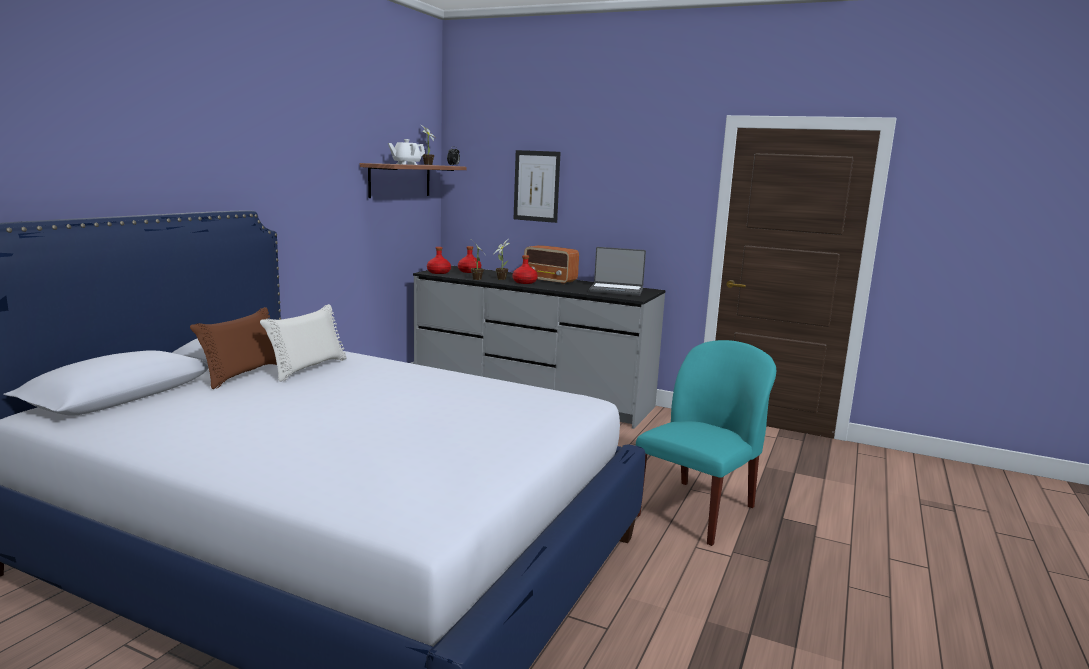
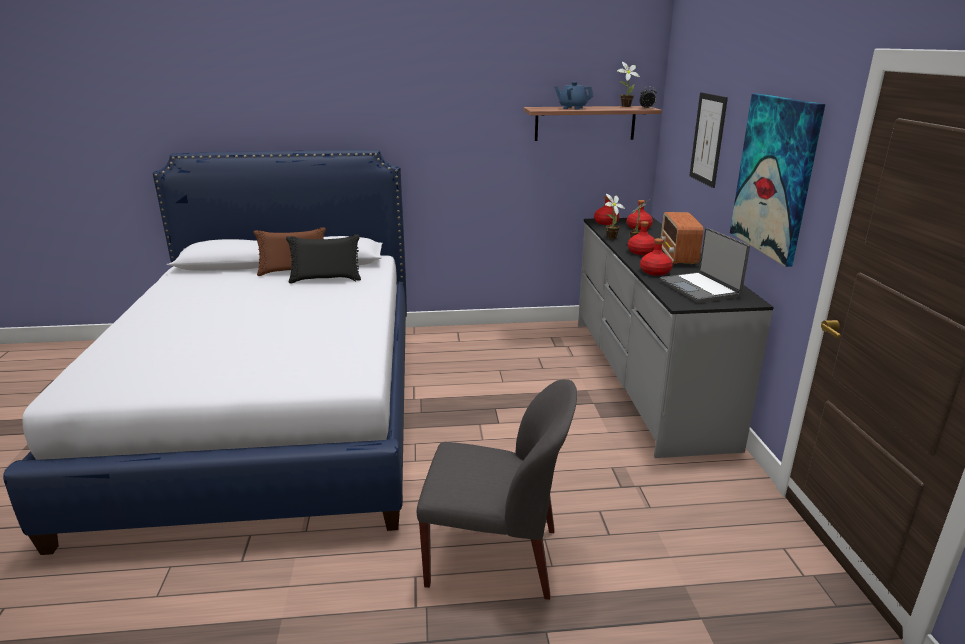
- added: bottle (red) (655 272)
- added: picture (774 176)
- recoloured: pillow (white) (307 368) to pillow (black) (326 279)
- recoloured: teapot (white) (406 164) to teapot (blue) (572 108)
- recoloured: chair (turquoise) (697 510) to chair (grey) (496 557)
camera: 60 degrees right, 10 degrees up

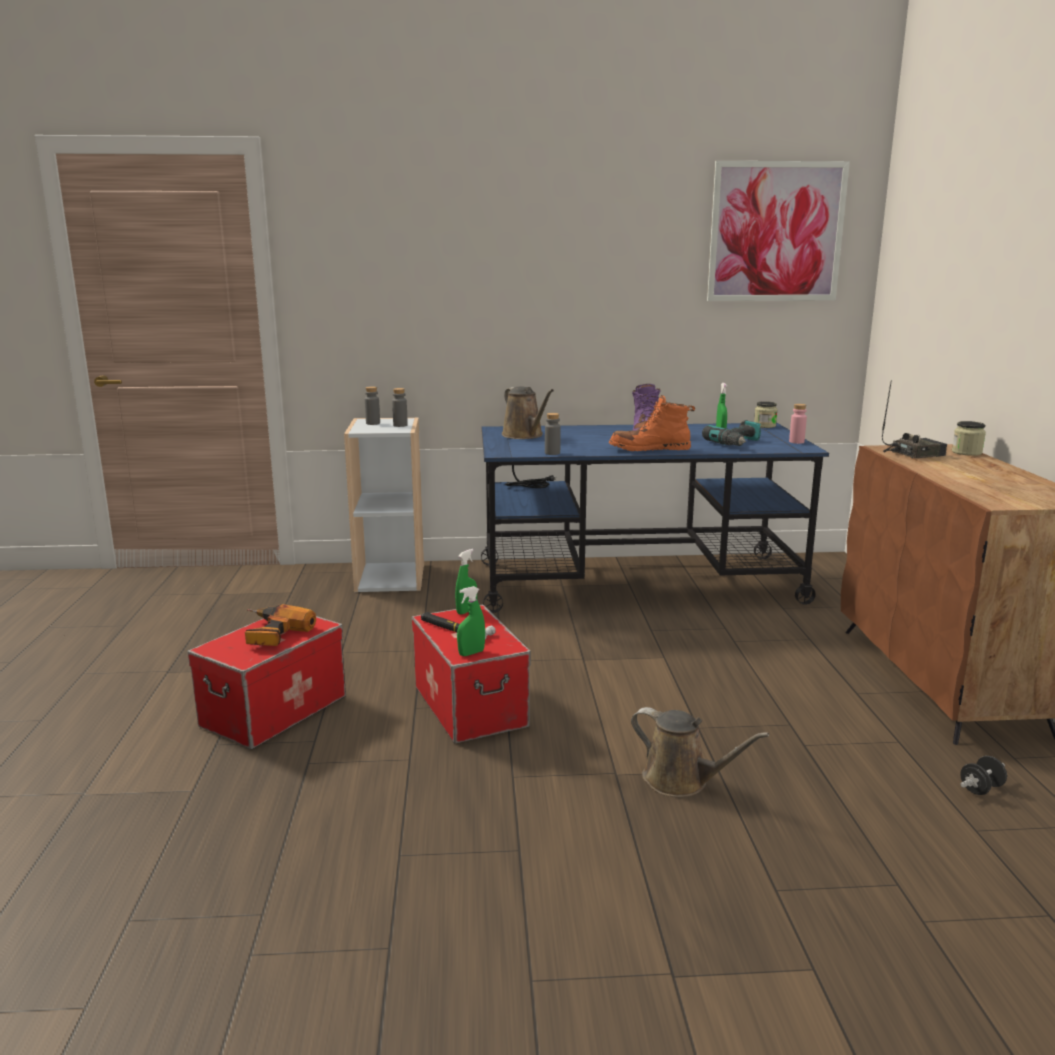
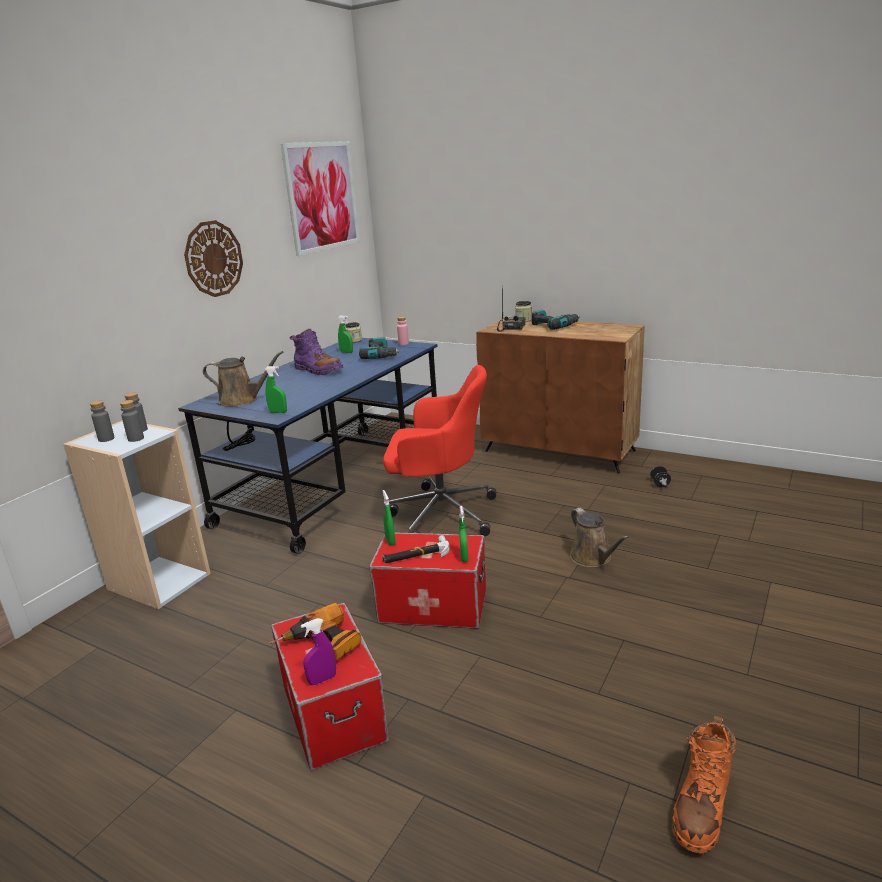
- added: wall clock (213 259)
- added: spray bottle (green) (278 412)
- added: spray bottle (purple) (322 680)
- added: office chair (red) (440 514)
- added: power drill (554 325)
- moved: bottle (grey) (552 453) to (136 439)
- moved: boot (orange) (649 449) to (701 807)
- turned: watering can (brown) (681 781) = (593 558) 90 degrees clockwise
camera: 55 degrees left, 5 degrees up

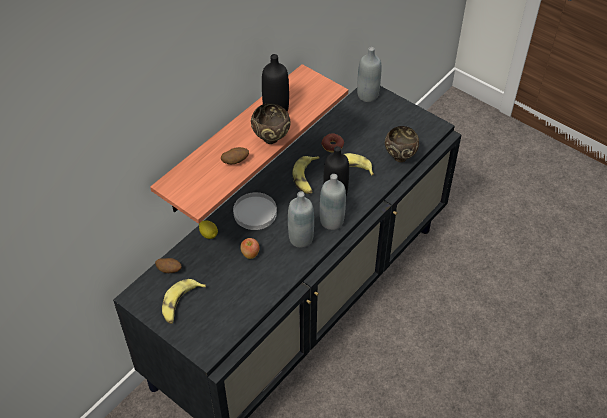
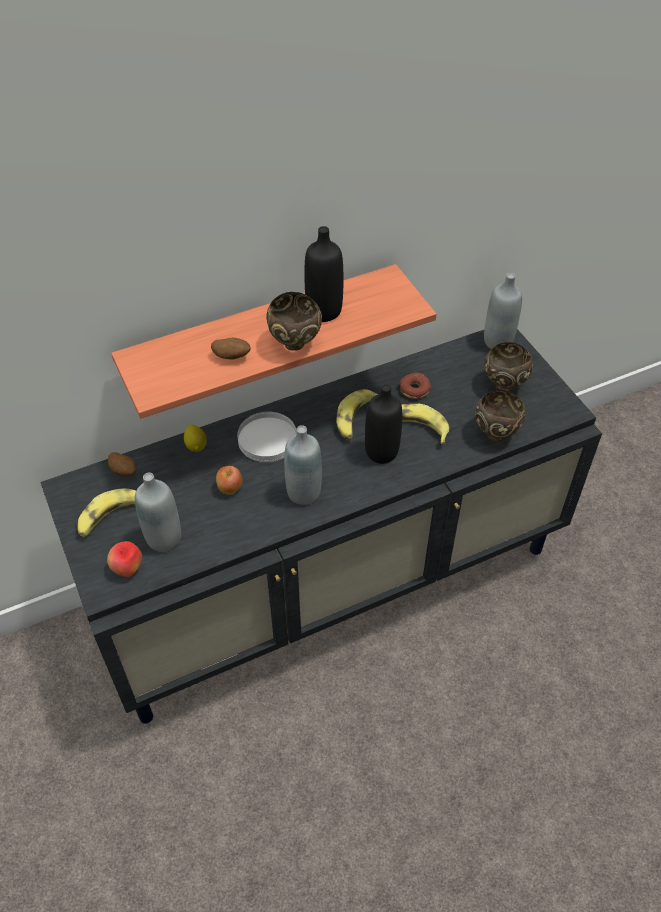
- added: apple (128 569)
- added: bowl (brown) (503 385)
- moved: bottle (grey) (332 221) to (164 538)
camera: 25 degrees right, 0 degrees up

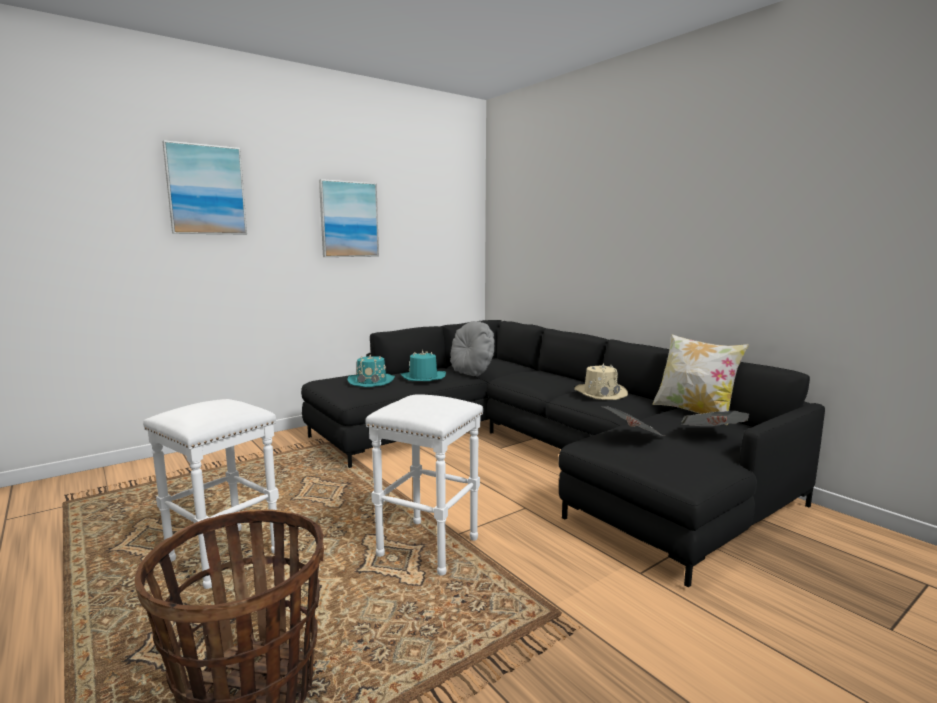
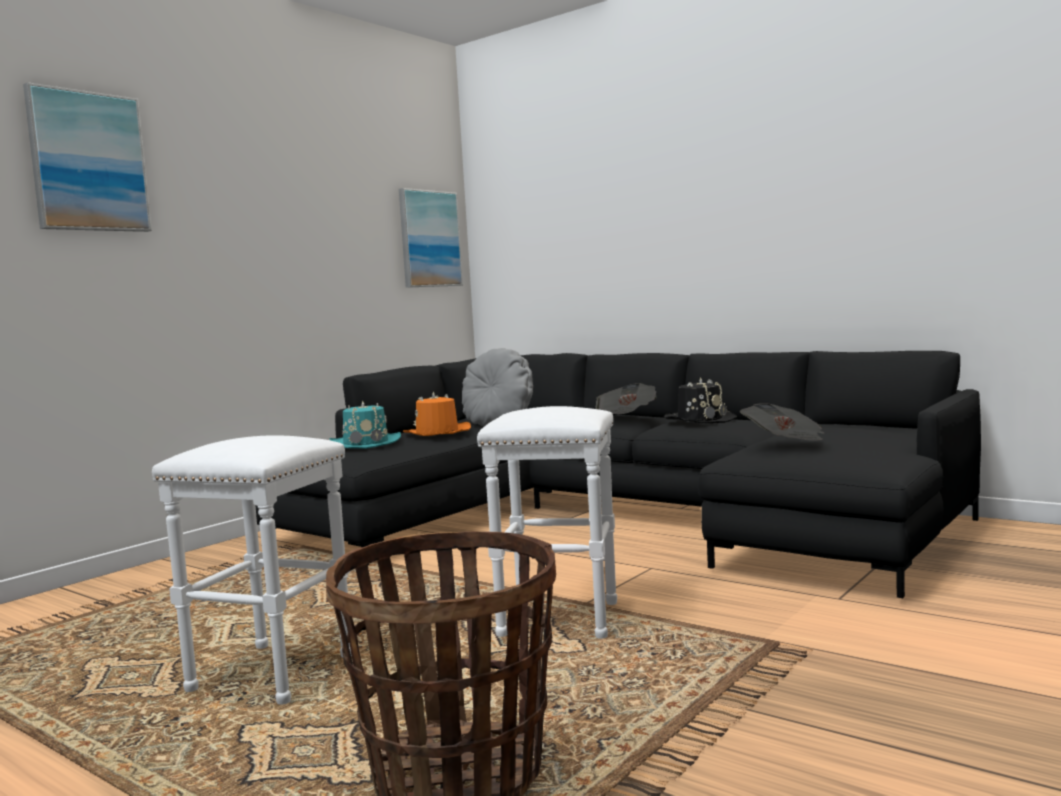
- removed: pillow (694 412)
- moved: picture (349 219) to (429 239)
- moved: newspaper (712 436) to (626 418)
- recoloured: hat (turquoise) (423 377) to hat (orange) (437 433)
- recoloured: hat (beige) (600 393) to hat (black) (699 419)
camera: 15 degrees left, 5 degrees down

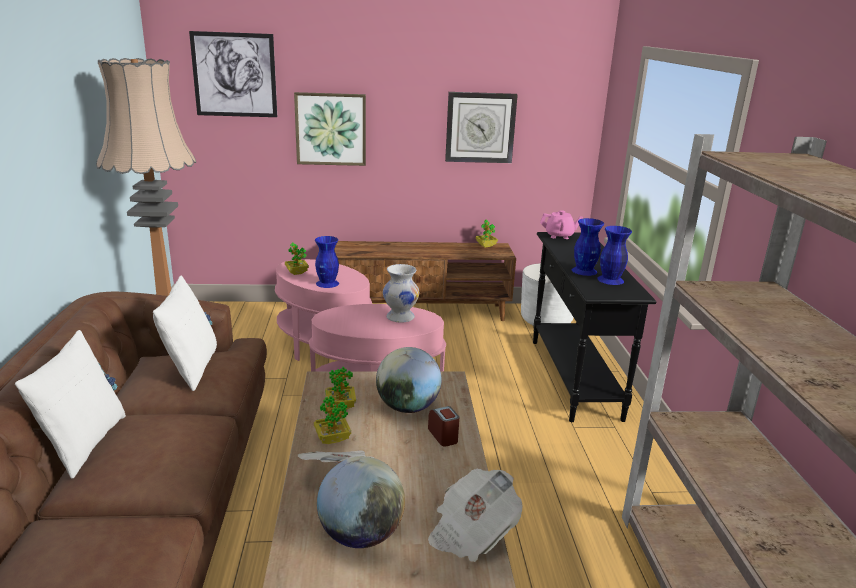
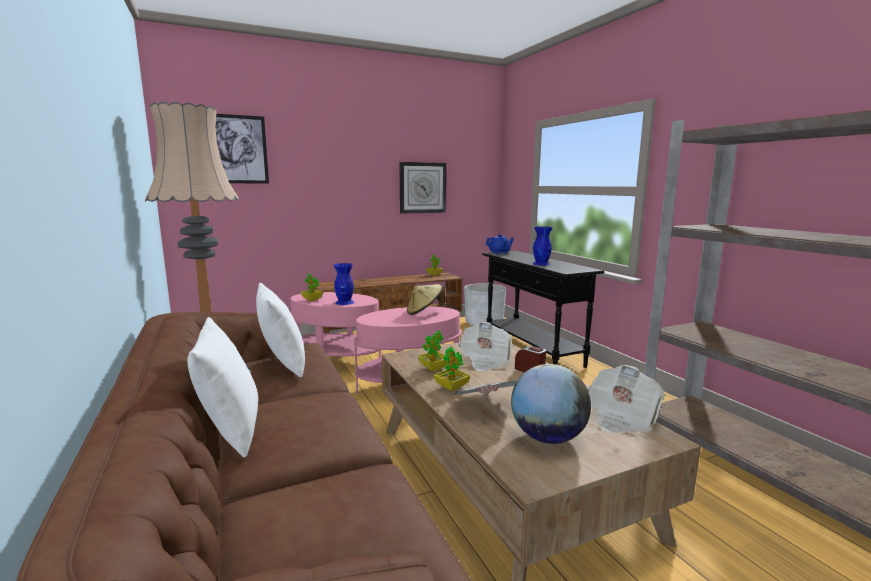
- removed: picture (331 129)
- removed: vase (blue) (610 280)
- replaced: globe (407 407) to newspaper (485 360)
- replaced: vase (white) (400 317) to hat (beige) (424 312)
- recoloured: teapot (pink) (559 236) to teapot (blue) (499 253)
camera: 20 degrees left, 10 degrees down

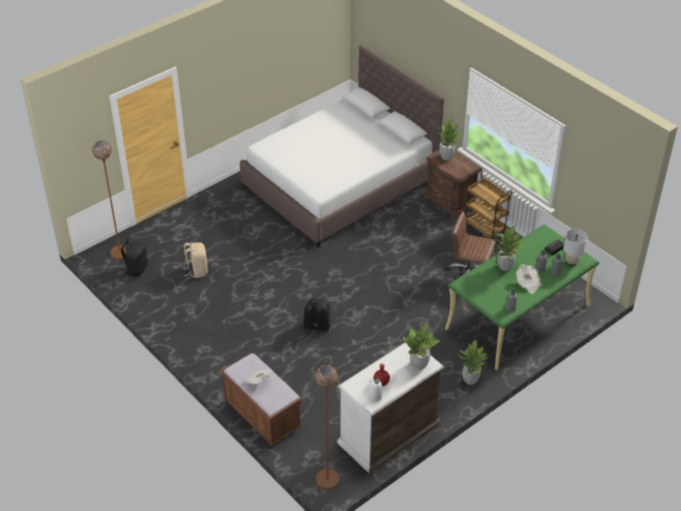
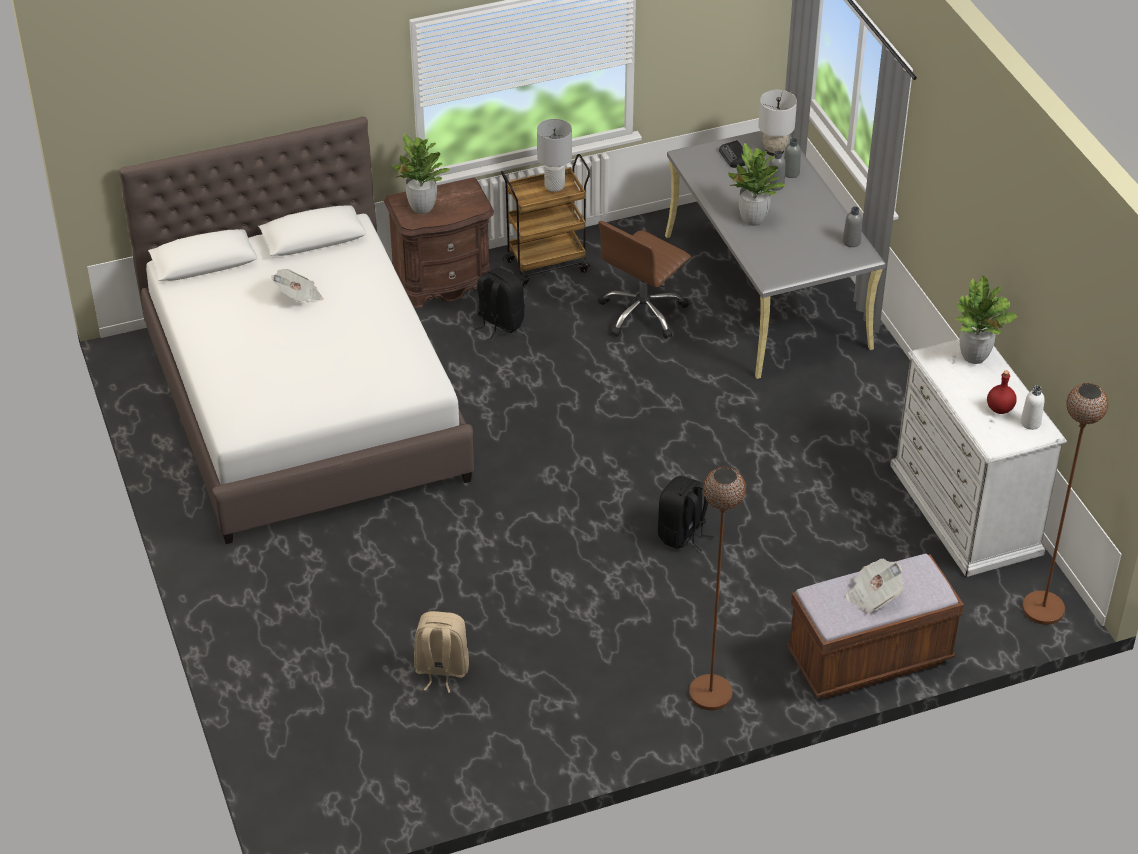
- removed: potted plant (470 380)
- added: table lamp (grey) (554 187)
- moved: floor lamp (brown) (120 253) to (710 694)
- moved: backpack (black) (136 269) to (499 323)
- moved: newspaper (528 284) to (299 296)
- recoloured: desk (green) (517 317) to desk (grey) (767 291)
camera: 70 degrees left, 0 degrees up

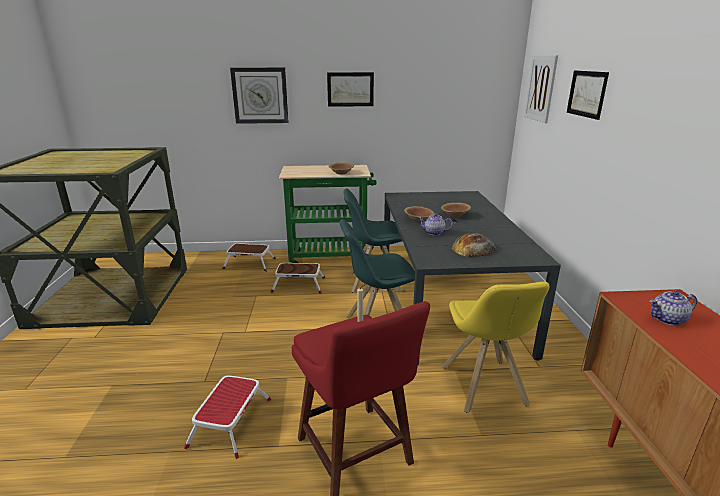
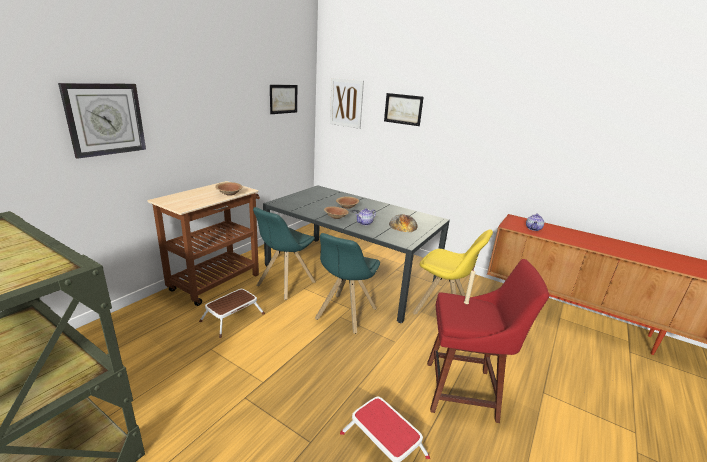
- removed: step ladder (brown) (249 263)
- moved: picture (350 89) to (283 99)
- recoloured: cart (green) (330 258) to cart (brown) (216 282)
camera: 55 degrees left, 0 degrees up

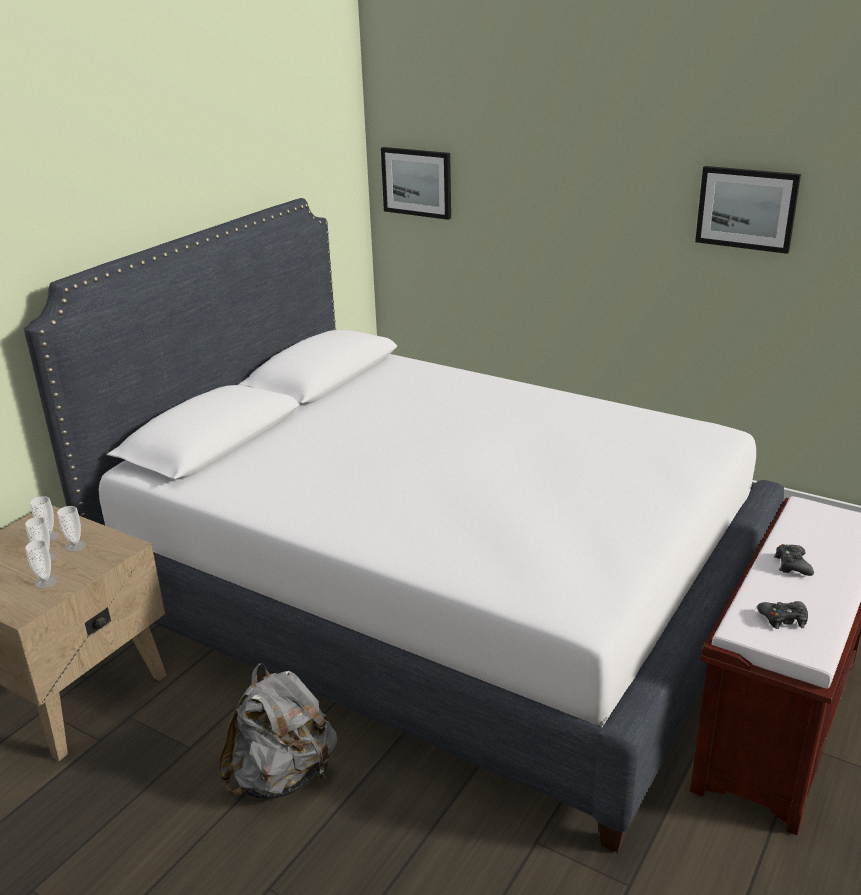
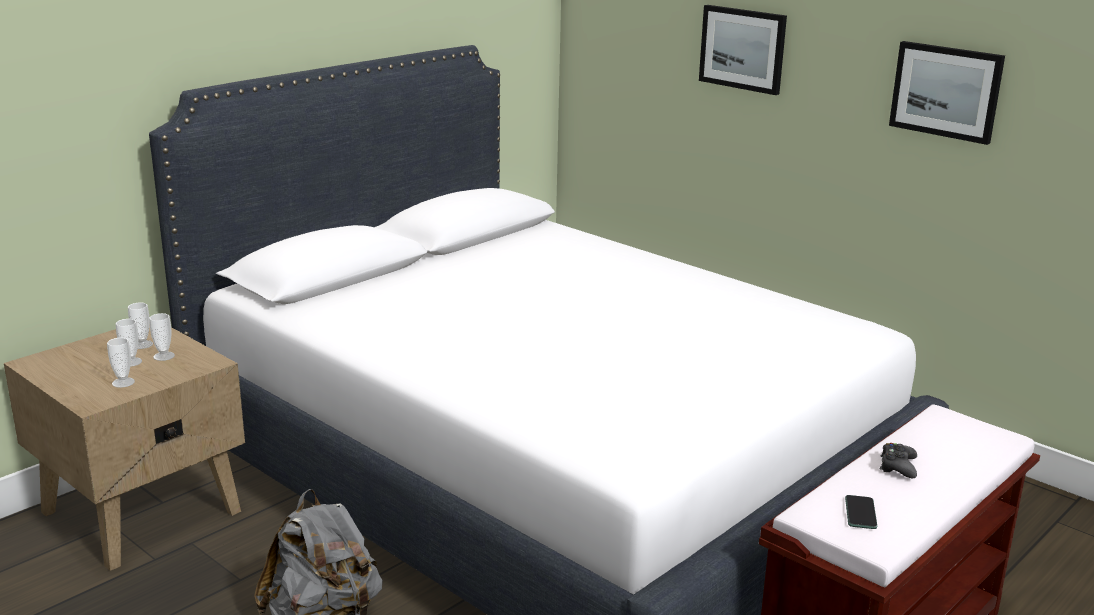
- moved: picture (417 182) to (743 48)
- replaced: game controller (black) (783 619) to phone (860 513)
camera: 10 degrees right, 5 degrees down

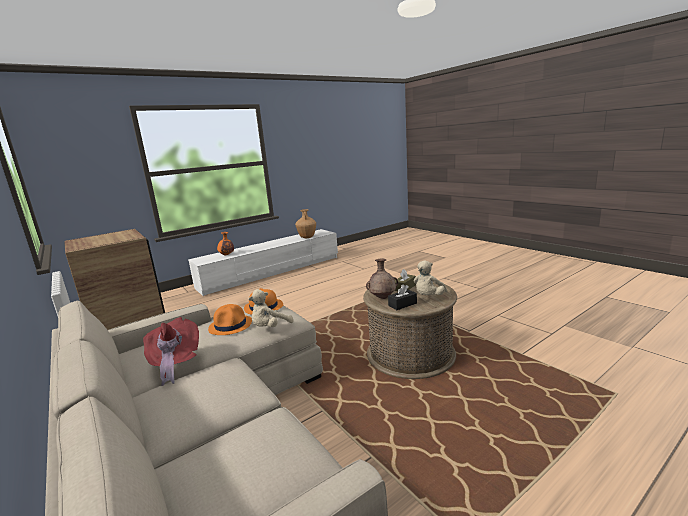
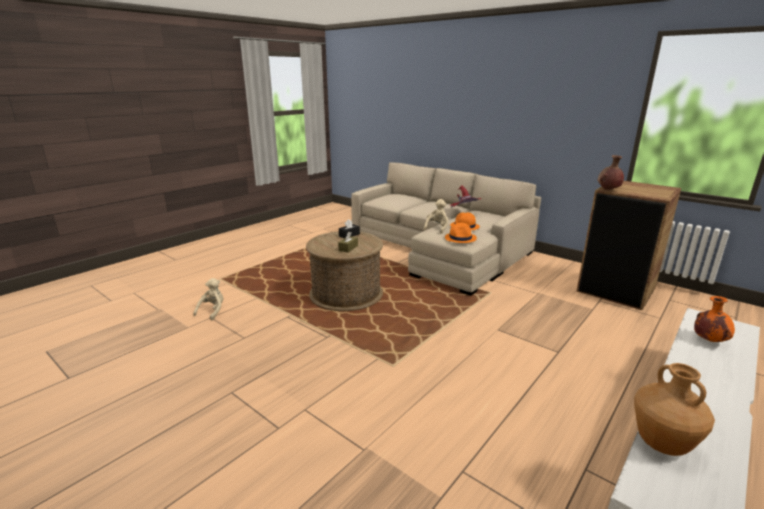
- moved: vase (brown) (383 297) to (608 190)
- moved: plush toy (beige) (428 297) to (212 311)
camera: 165 degrees right, 5 degrees up

